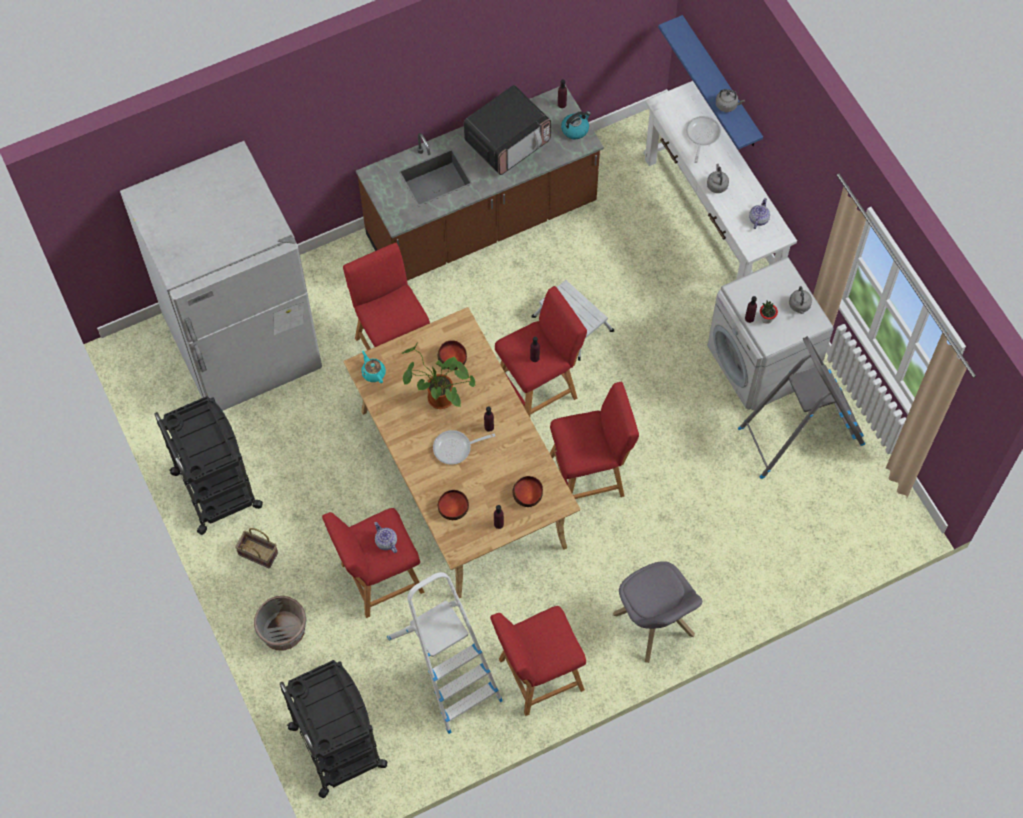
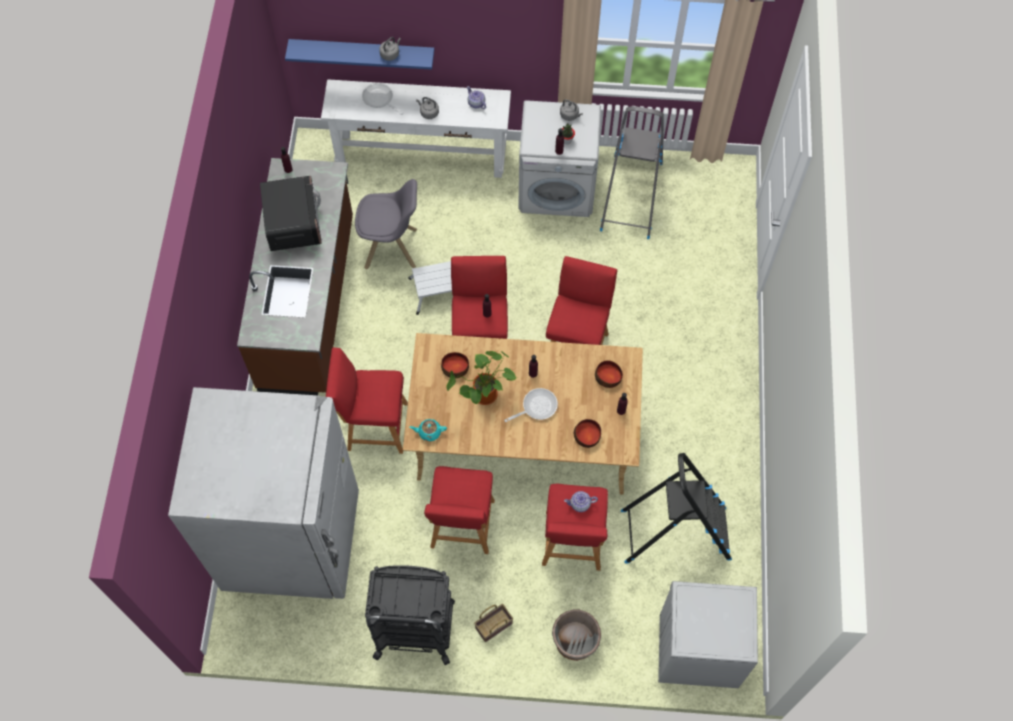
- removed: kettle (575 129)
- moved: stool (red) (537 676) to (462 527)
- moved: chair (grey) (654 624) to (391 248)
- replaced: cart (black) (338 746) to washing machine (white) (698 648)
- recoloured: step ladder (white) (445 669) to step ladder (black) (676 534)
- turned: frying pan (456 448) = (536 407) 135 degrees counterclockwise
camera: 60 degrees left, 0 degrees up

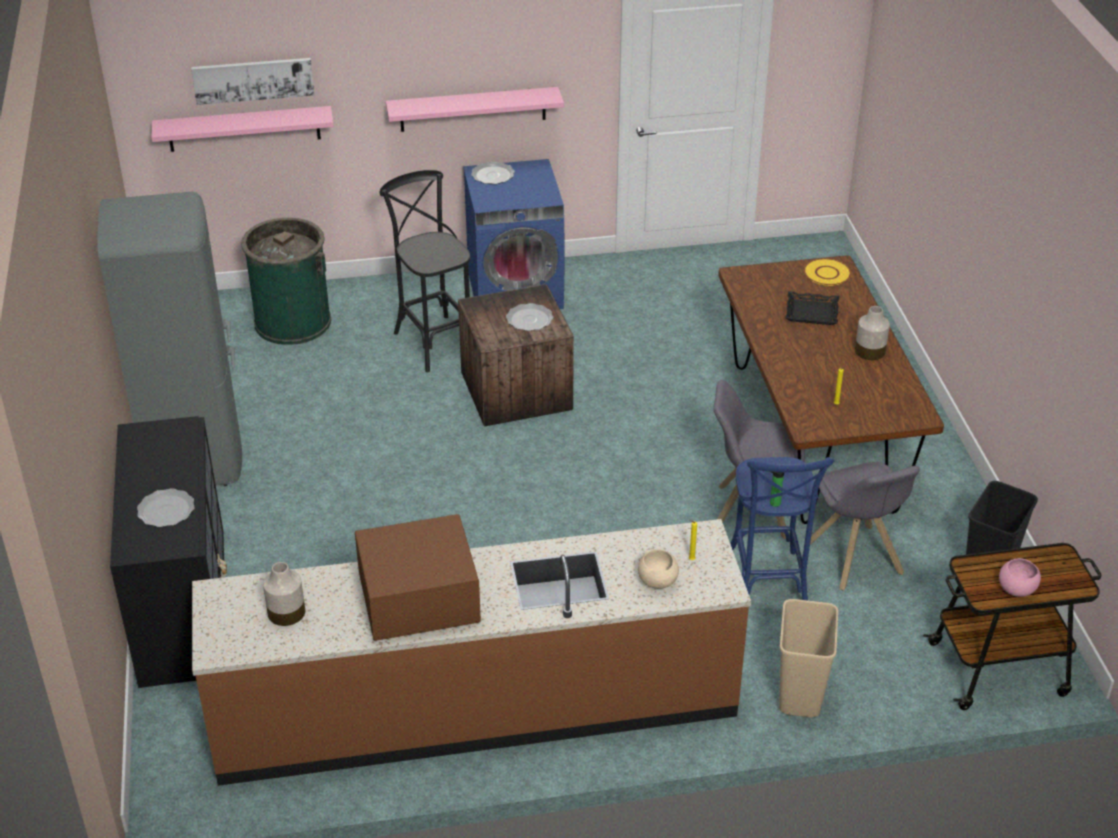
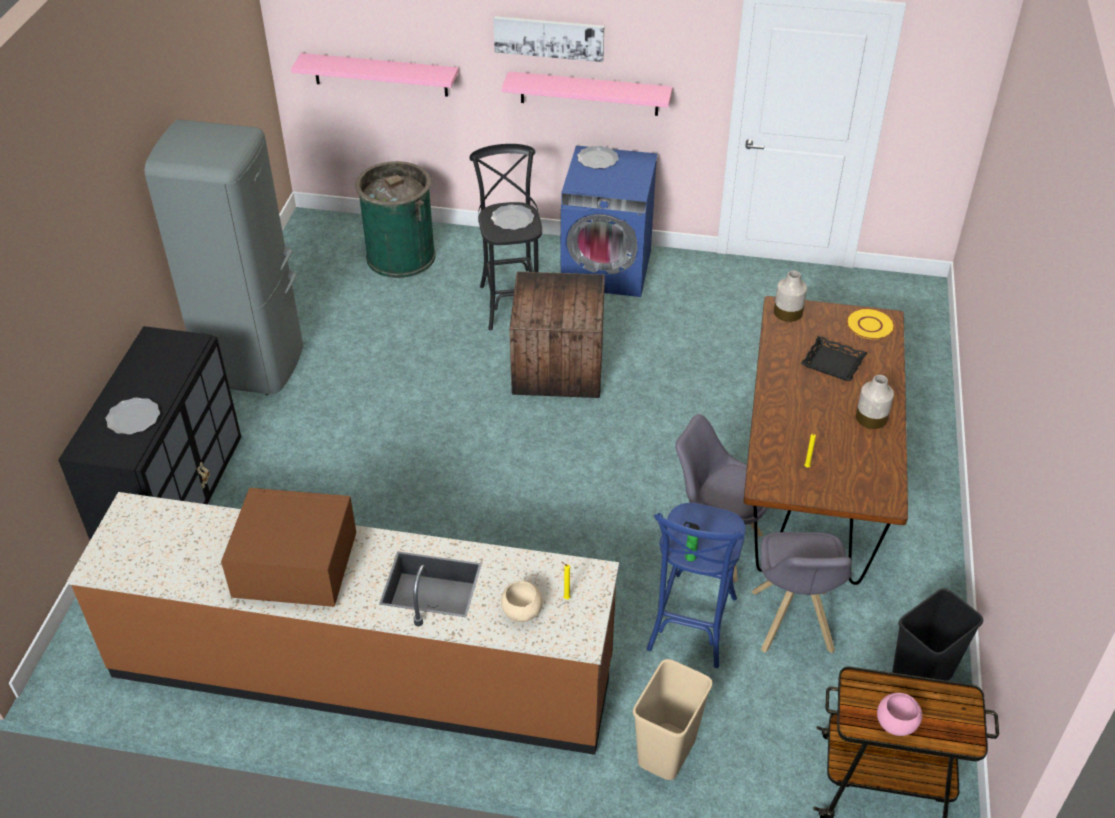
- moved: picture (253 80) to (549 38)
- moved: vase (beige) (286 612) to (788 312)
- moved: plate (529 319) to (512 219)
camera: 20 degrees right, 5 degrees up

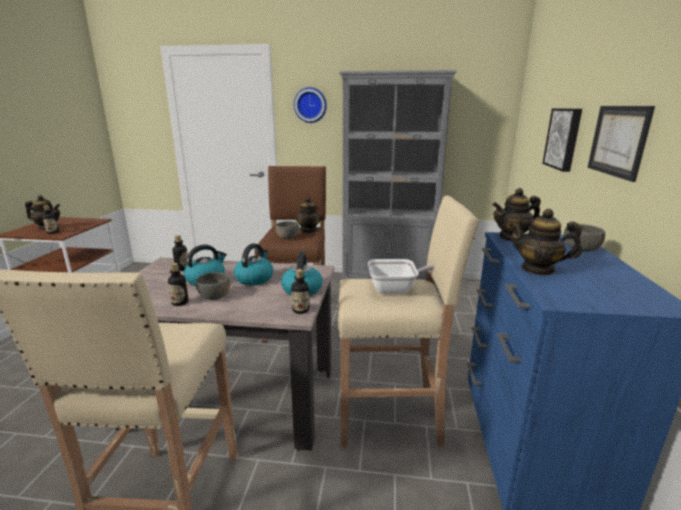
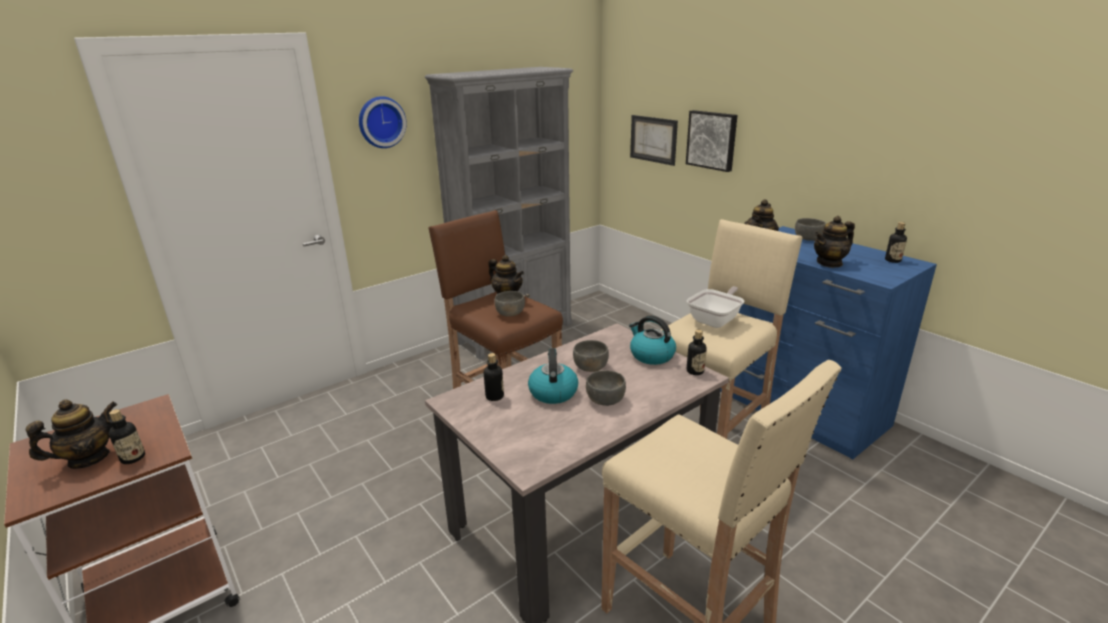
- moved: bottle (180 303) to (893 260)
- moved: picture (618 141) to (653 139)
- replaced: kettle (254 278) to bowl (grey) (590 367)
camera: 45 degrees left, 5 degrees up

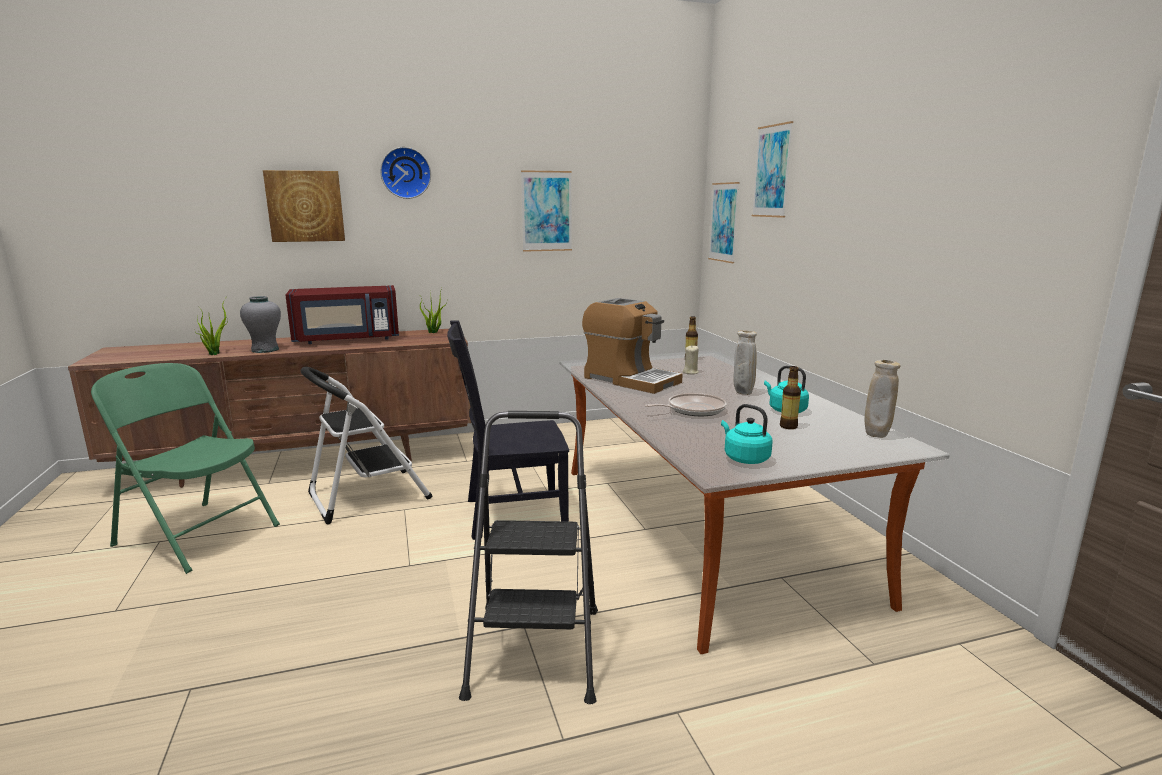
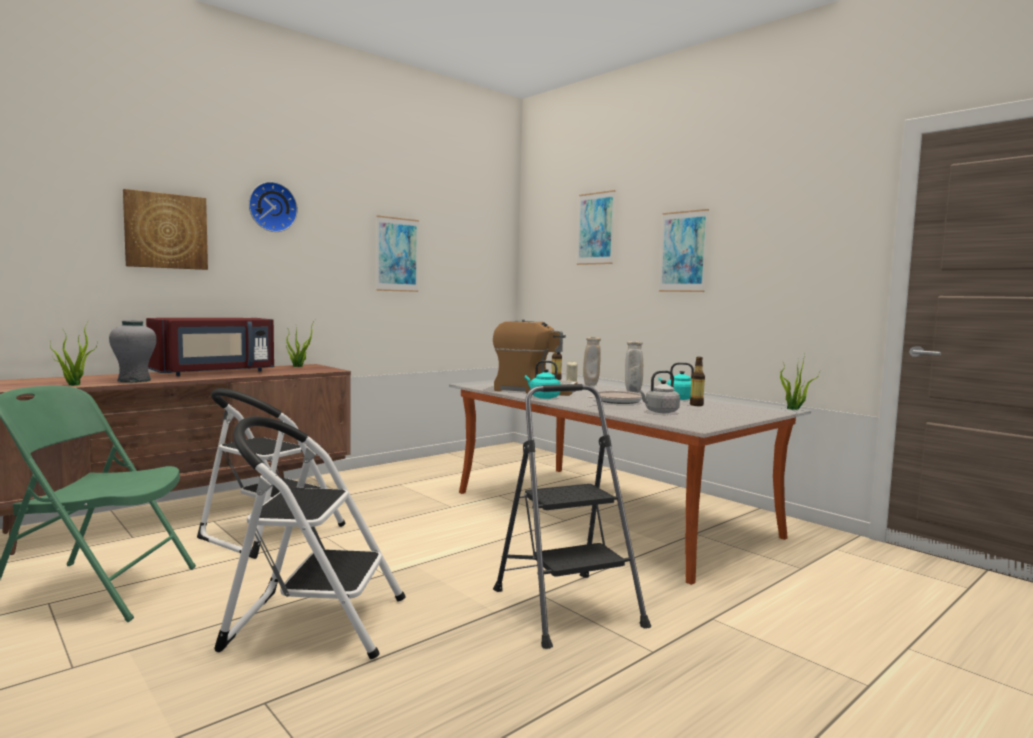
- removed: chair (black) (510 514)
- added: step ladder (311 623)
- added: kettle (grey) (660 412)
- added: potted plant (794 409)
- moved: picture (724 222) to (683 251)
- moved: kettle (turquoise) (744 458) to (543 397)
- moved: vase (beige) (876 435) to (591 385)
camera: 25 degrees left, 10 degrees down

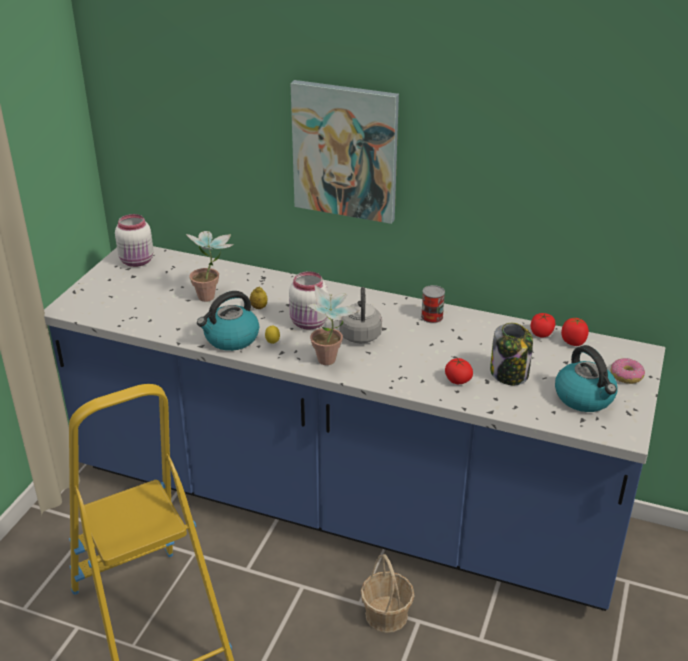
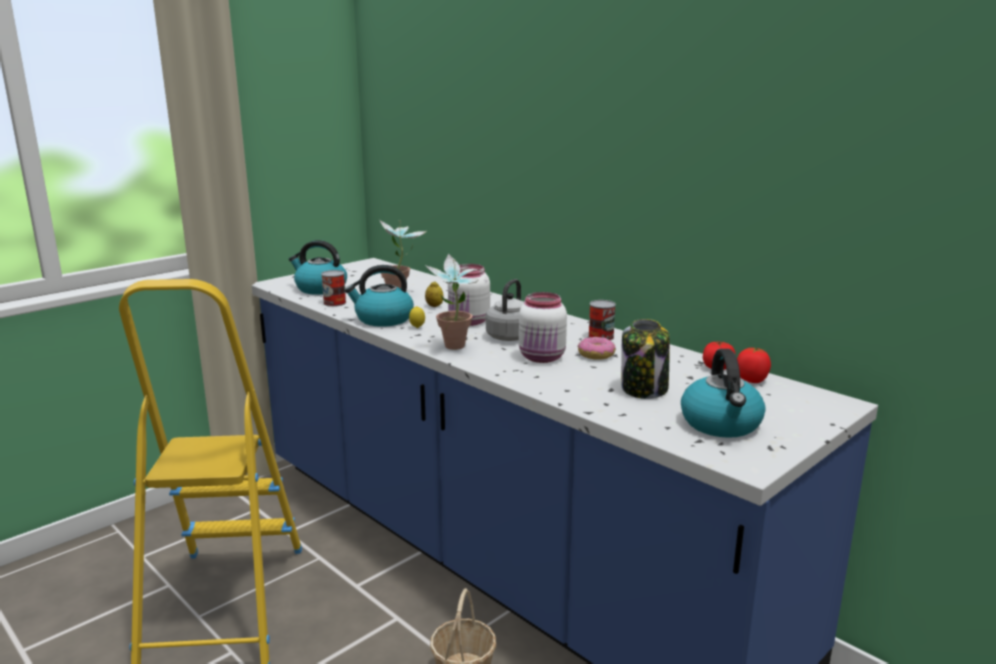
- removed: picture (345 151)
- removed: tomato (457 380)
- added: kettle (320 289)
- added: can (334 303)
- moved: jar (white) (137 261) to (542 358)
- moved: donut (626 376) to (596 355)
camera: 25 degrees right, 15 degrees down

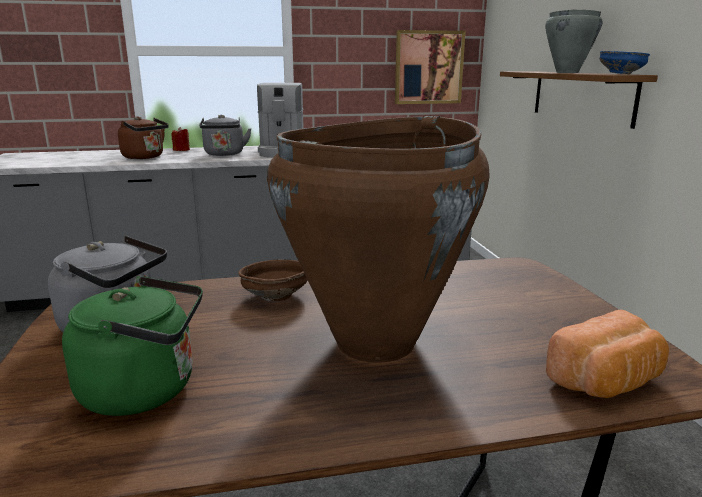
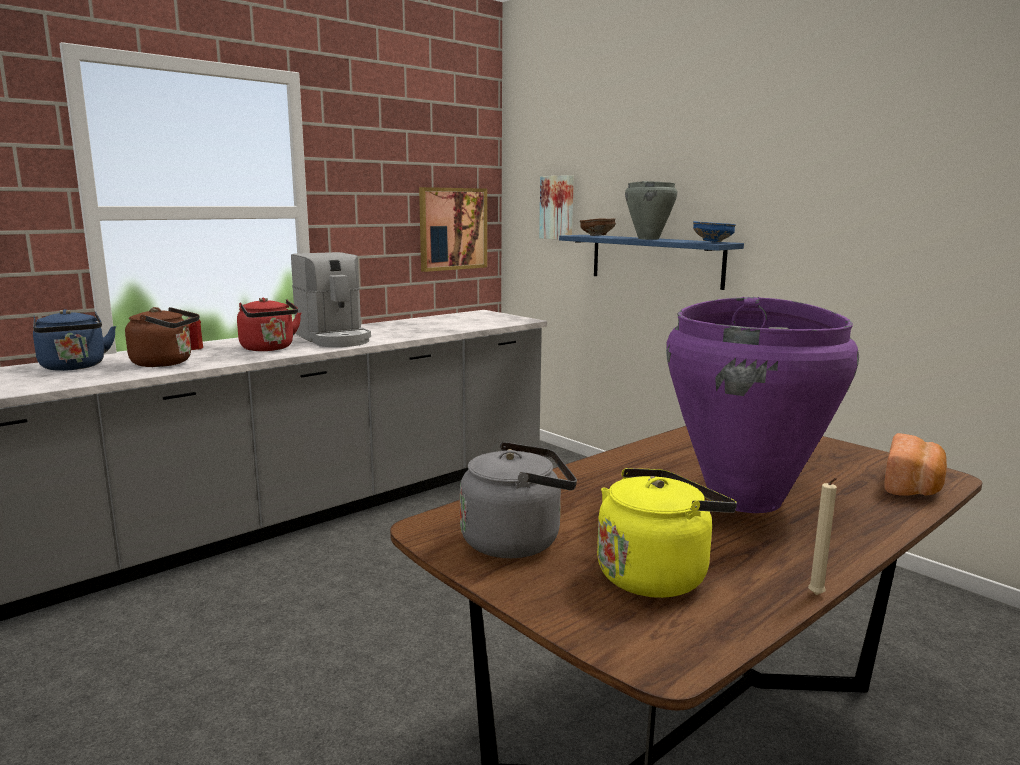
- added: kettle (blue) (74 367)
- added: picture (558 207)
- added: candle (beige) (816 596)
- moved: bowl (brown) (275 296) to (596 235)
- recoloured: kettle (green) (146 389) to kettle (yellow) (656 575)
- recoloured: kettle (grey) (224 154) to kettle (red) (269 349)
- recoloured: vase (brown) (375 343) to vase (purple) (745 499)
- recoloured: shelf (brown) (581 96) to shelf (blue) (655 260)
camera: 30 degrees left, 5 degrees down

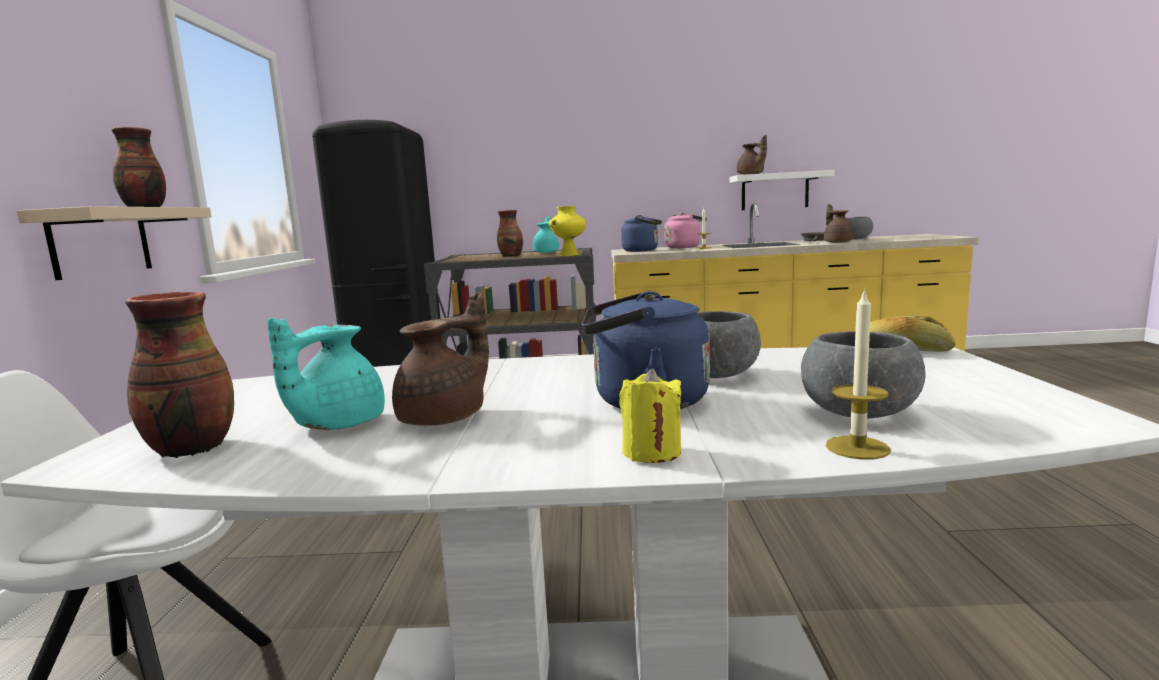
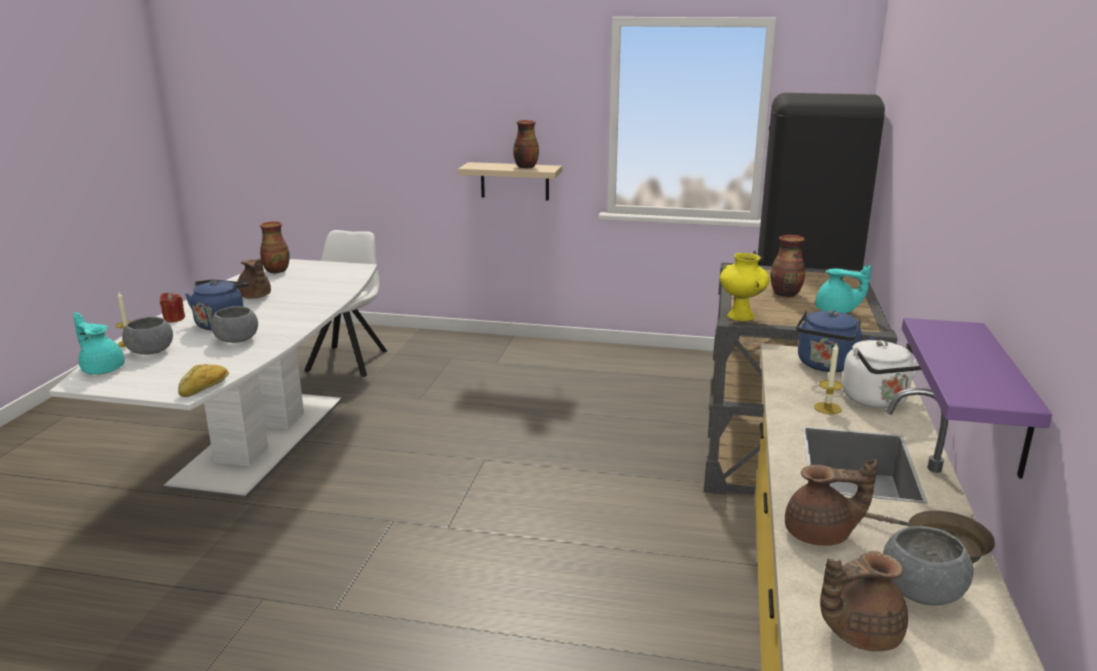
- moved: teapot (turquoise) (336 425) to (102 369)
- moved: teapot (brown) (751 174) to (859 633)
- recoloured: candle (yellow) (651 452) to candle (red) (174 319)
- recoloured: kettle (pink) (684 247) to kettle (white) (877 401)
- recoloured: shelf (white) (775 191) to shelf (purple) (1006 400)
camera: 100 degrees right, 10 degrees up

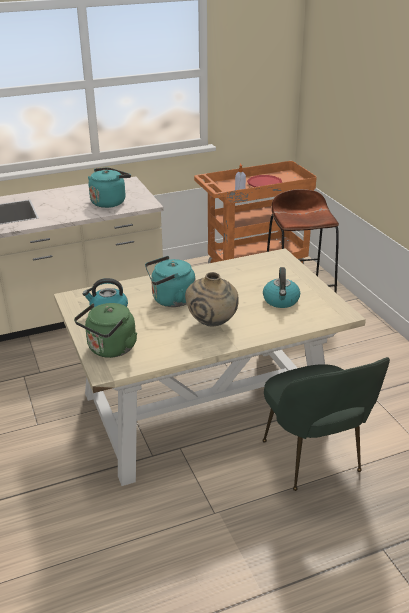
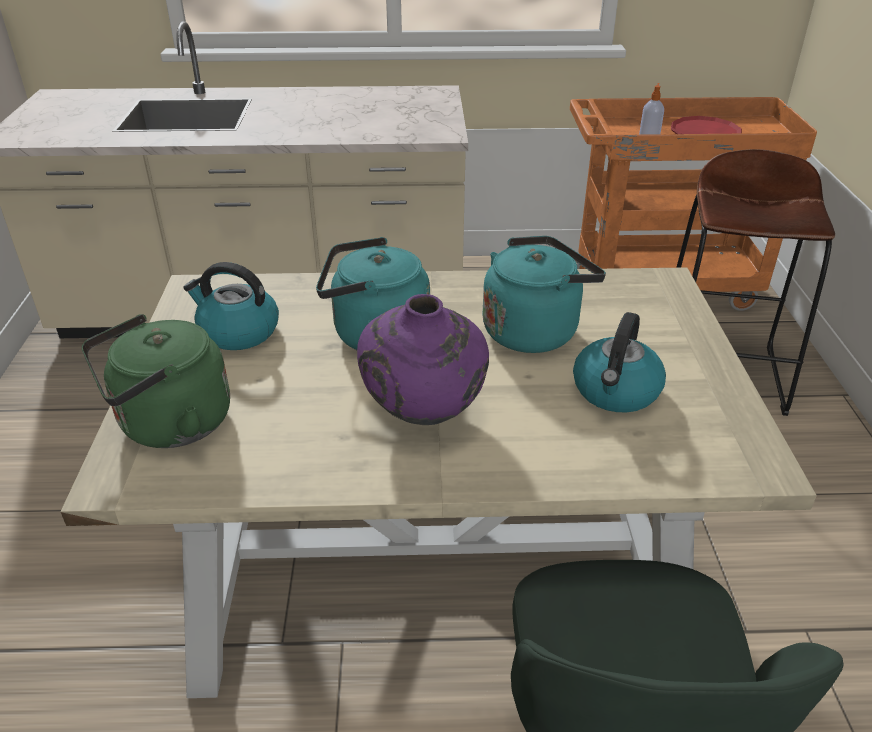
- moved: kettle (turquoise) (109 202) to (534 330)
- recoloured: vase (beige) (212 324) to vase (purple) (424 414)
camera: 20 degrees right, 5 degrees up

